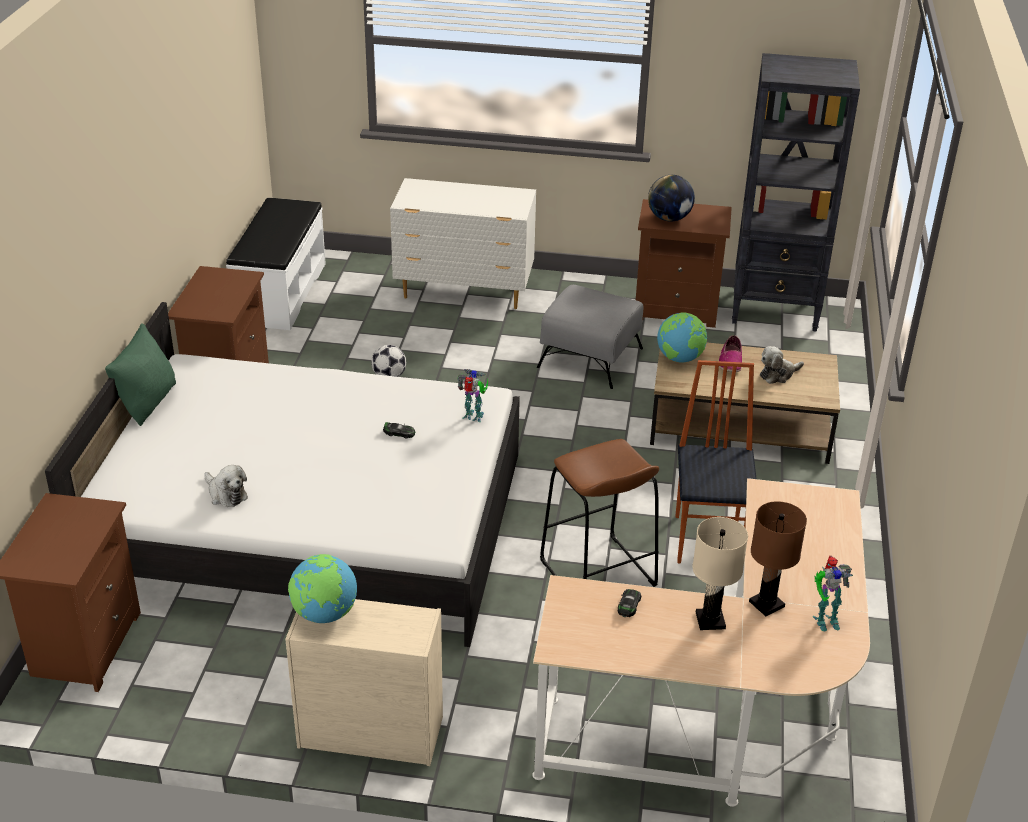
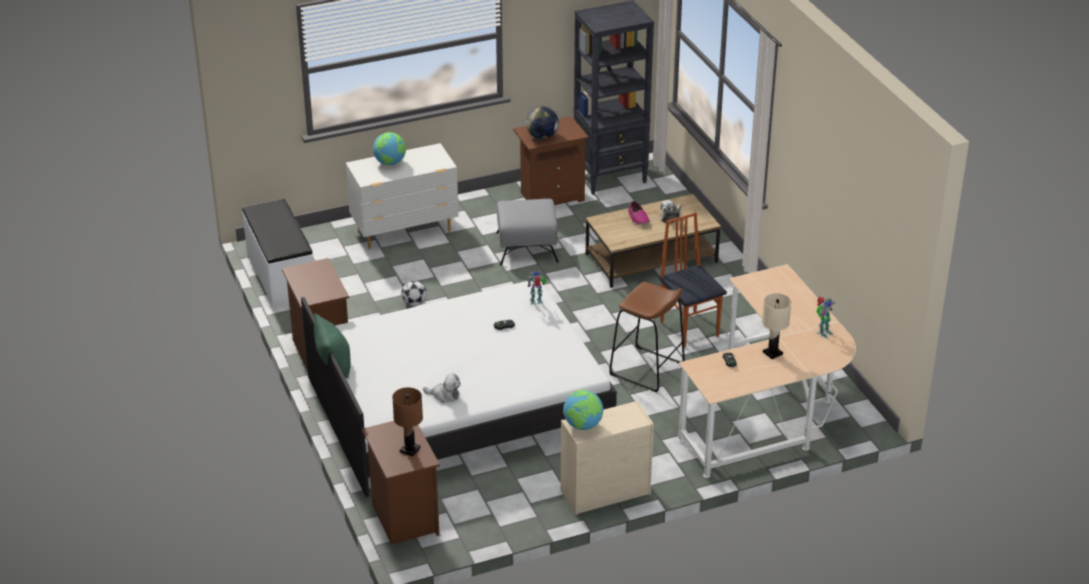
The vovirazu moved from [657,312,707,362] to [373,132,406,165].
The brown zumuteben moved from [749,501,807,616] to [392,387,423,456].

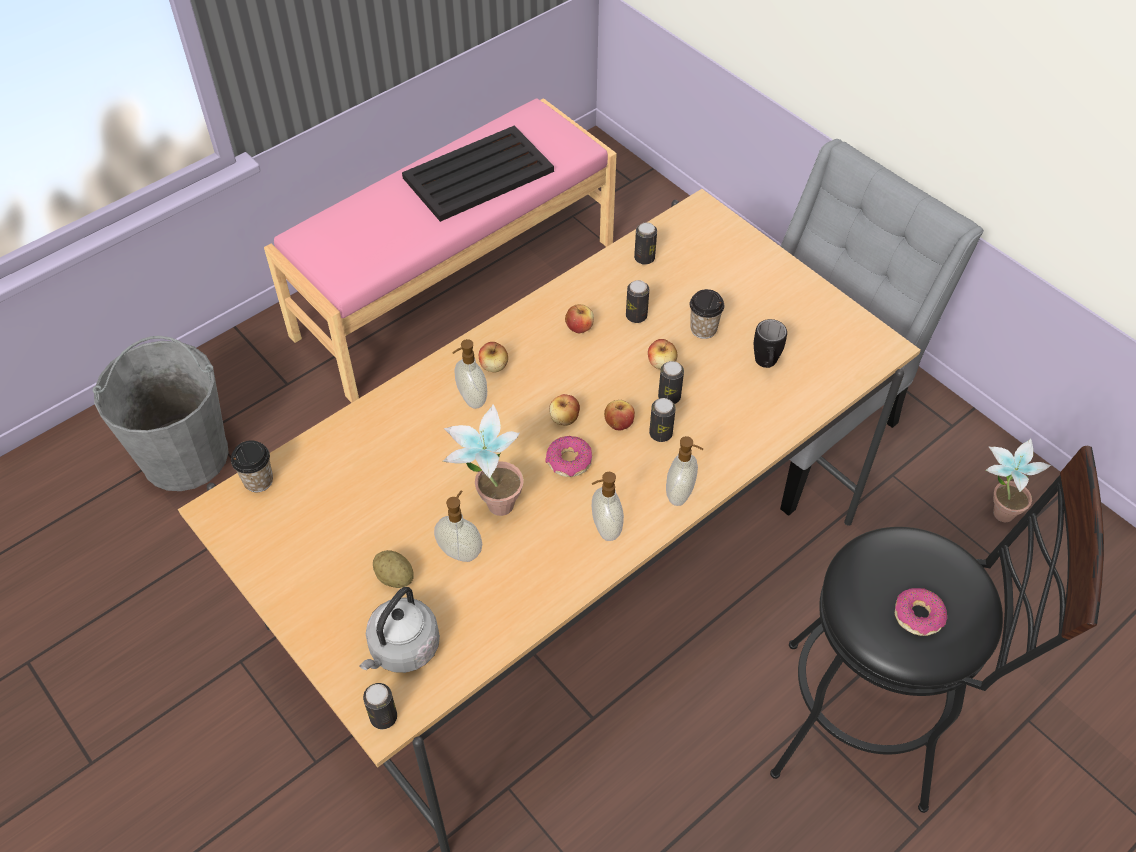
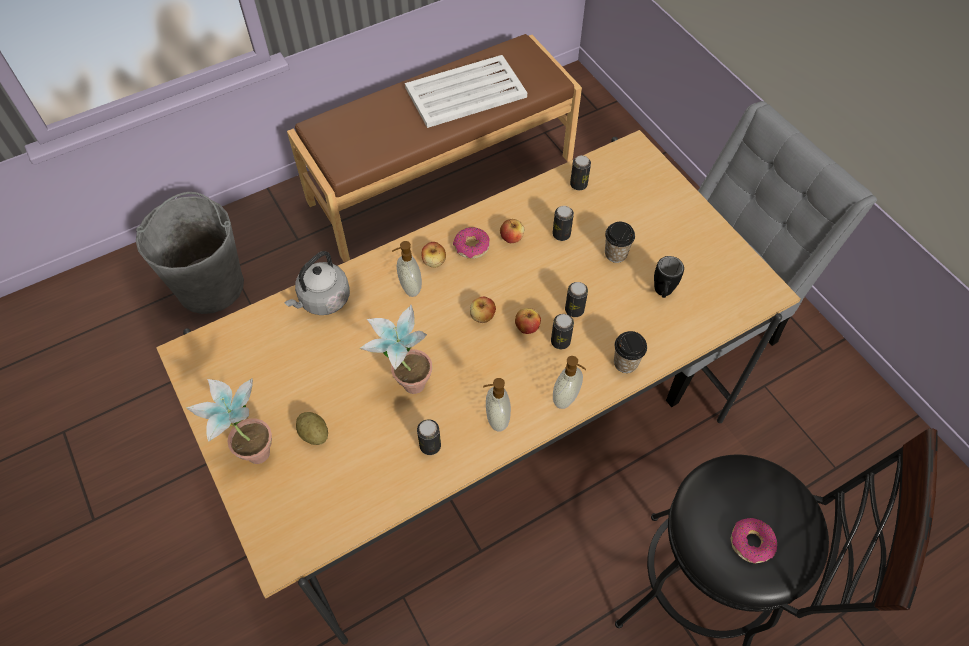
The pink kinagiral at [264,98,617,403] became the brown kinagiral at [287,34,582,262].
The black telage at [402,126,554,222] became the white telage at [405,55,527,128].
The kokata at [648,339,677,369] disappeared.
The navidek moved from [545,436,592,477] to [453,227,490,259].
The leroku moved from [985,439,1051,522] to [186,378,272,464].
The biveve moved from [231,440,273,492] to [614,331,647,373].
The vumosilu at [434,491,482,562] disappeared.
The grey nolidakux moved from [359,587,440,673] to [284,251,350,315].
The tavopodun moved from [363,683,397,729] to [417,419,441,455].

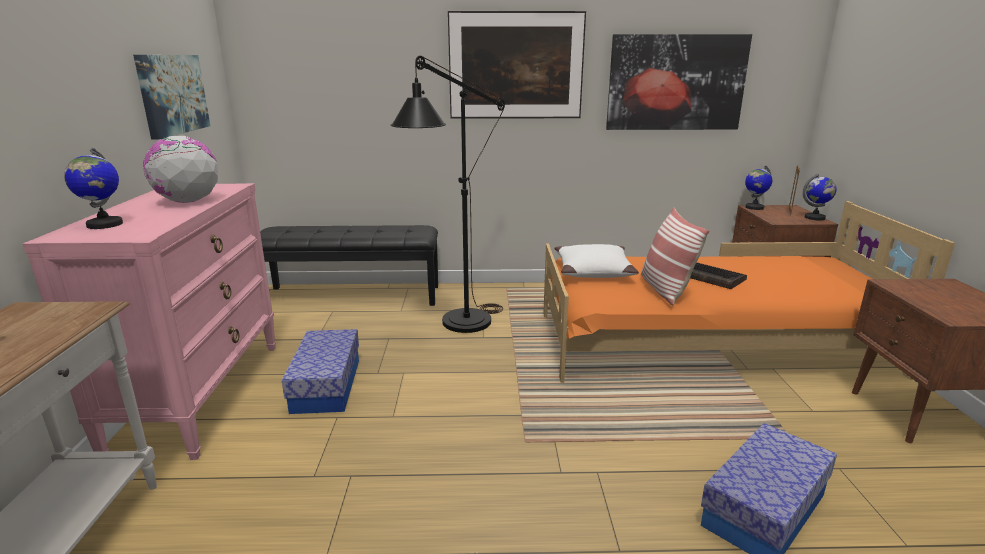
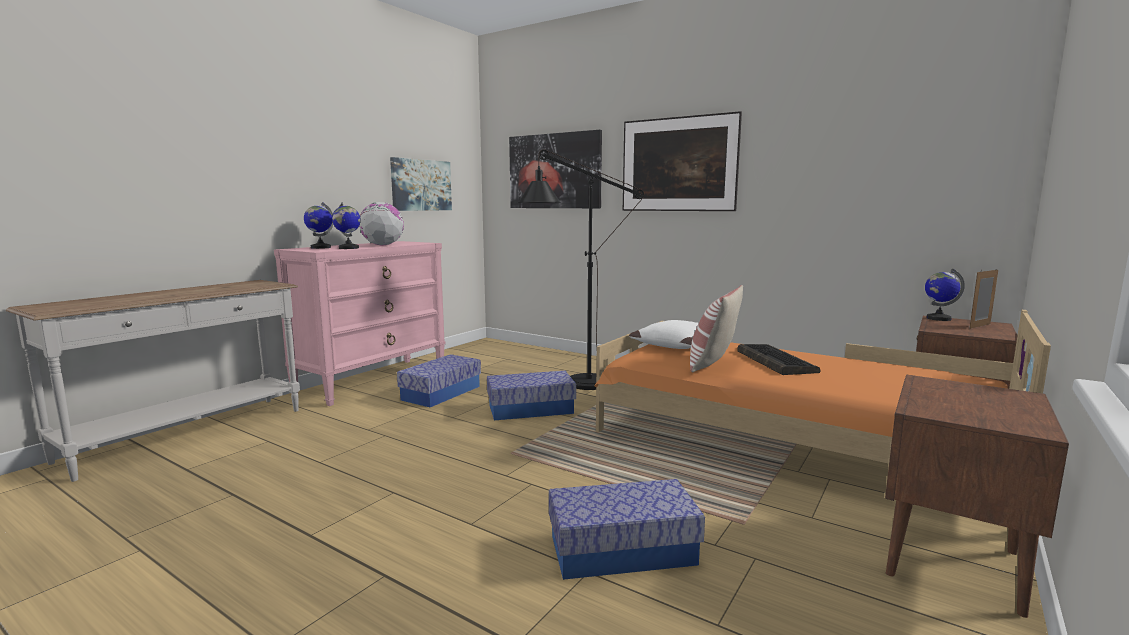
The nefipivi moved from [606,34,752,130] to [509,130,602,208].
The vovirazu moved from [803,174,837,220] to [332,202,361,249].
The black kinagiral at [260,225,438,306] disappeared.
The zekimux at [487,371,576,420] appeared.

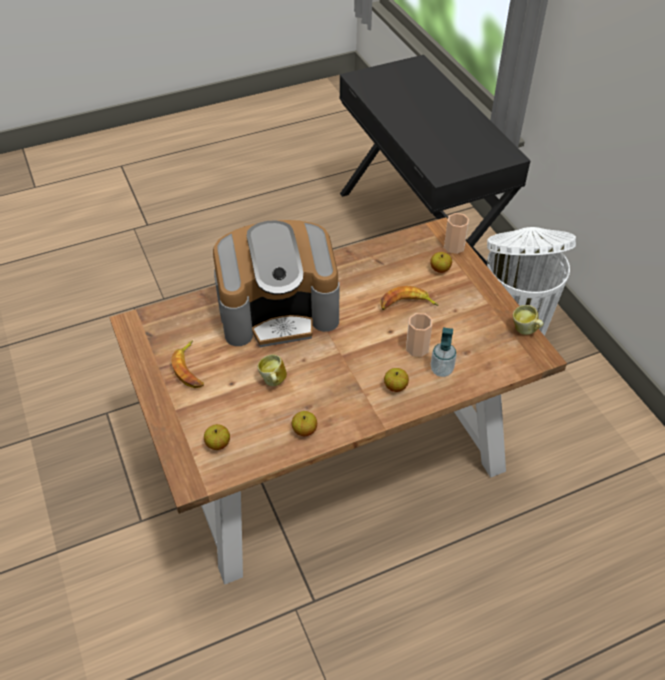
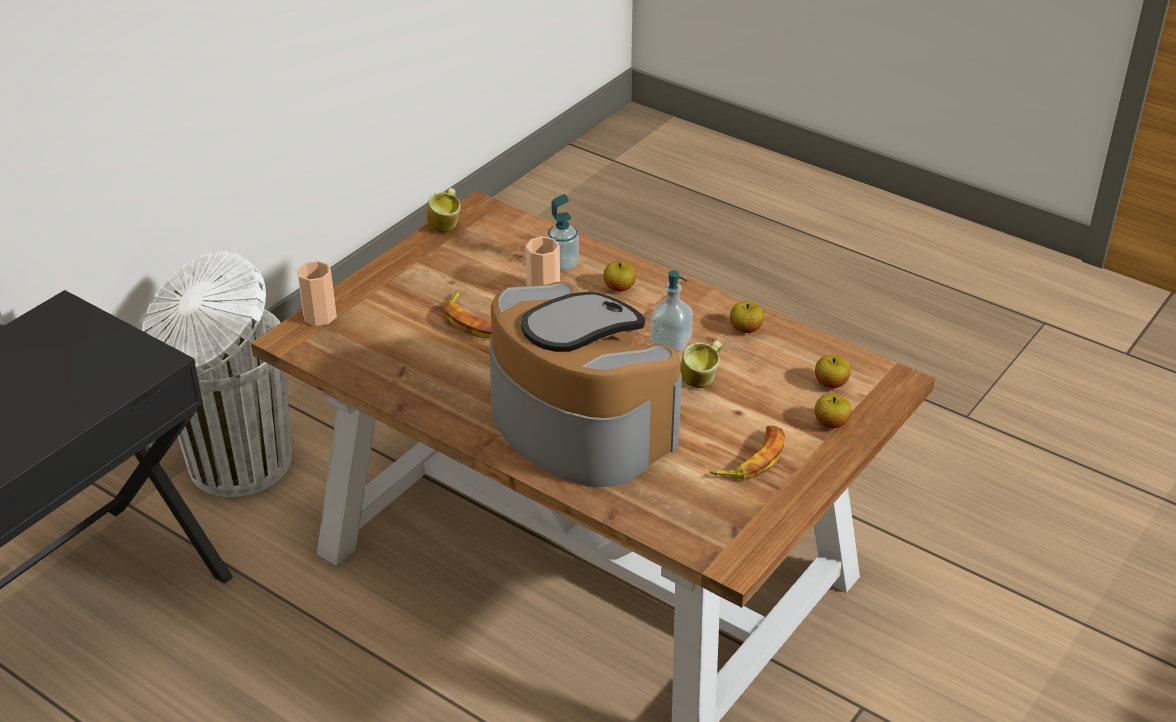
The kokata moved from [430,252,452,273] to [815,394,852,428].
The vumosilu at [651,271,693,352] appeared.

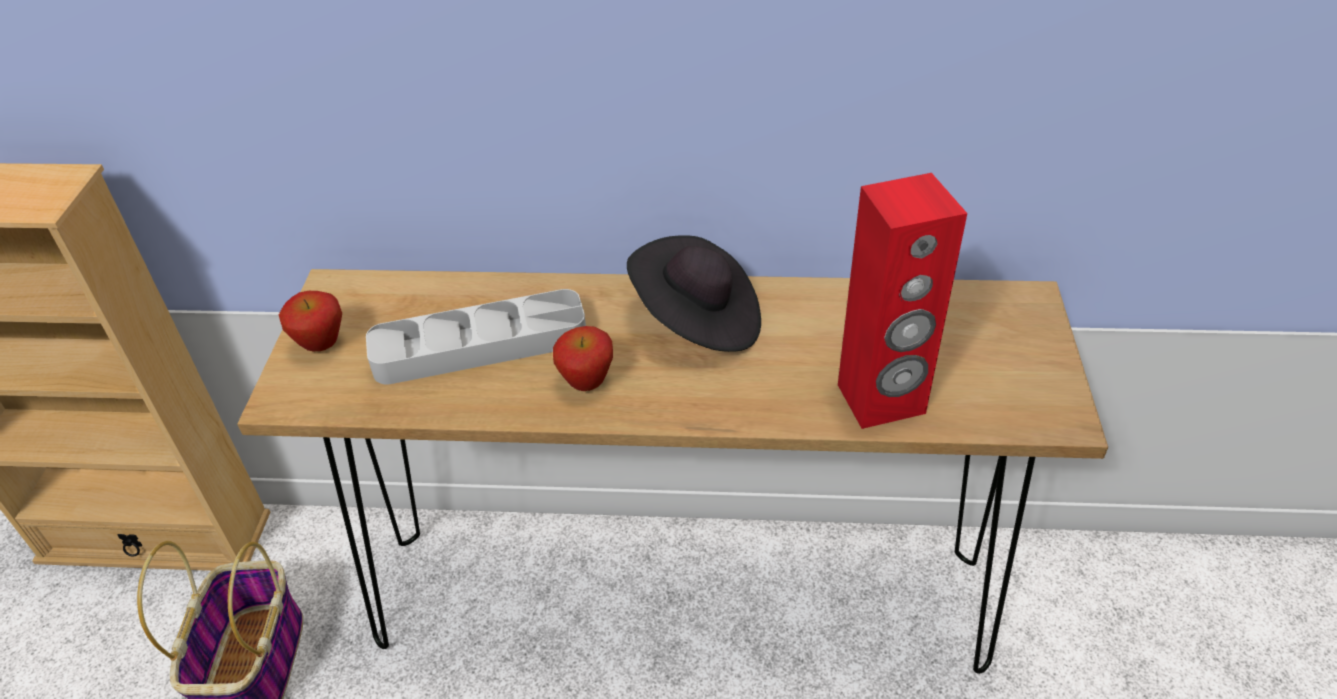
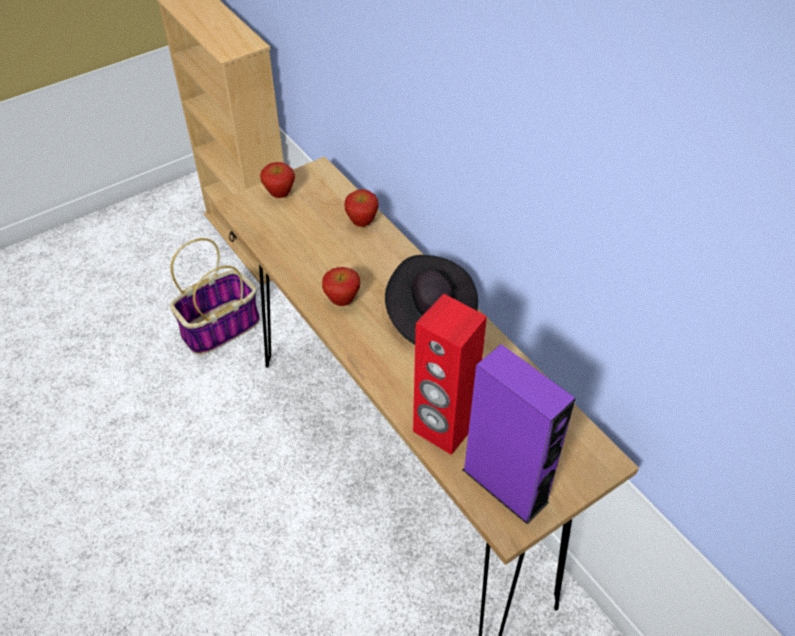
The grey telage at [366,289,586,384] disappeared.
The kokata at [345,189,379,227] appeared.
The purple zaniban at [462,344,576,524] appeared.

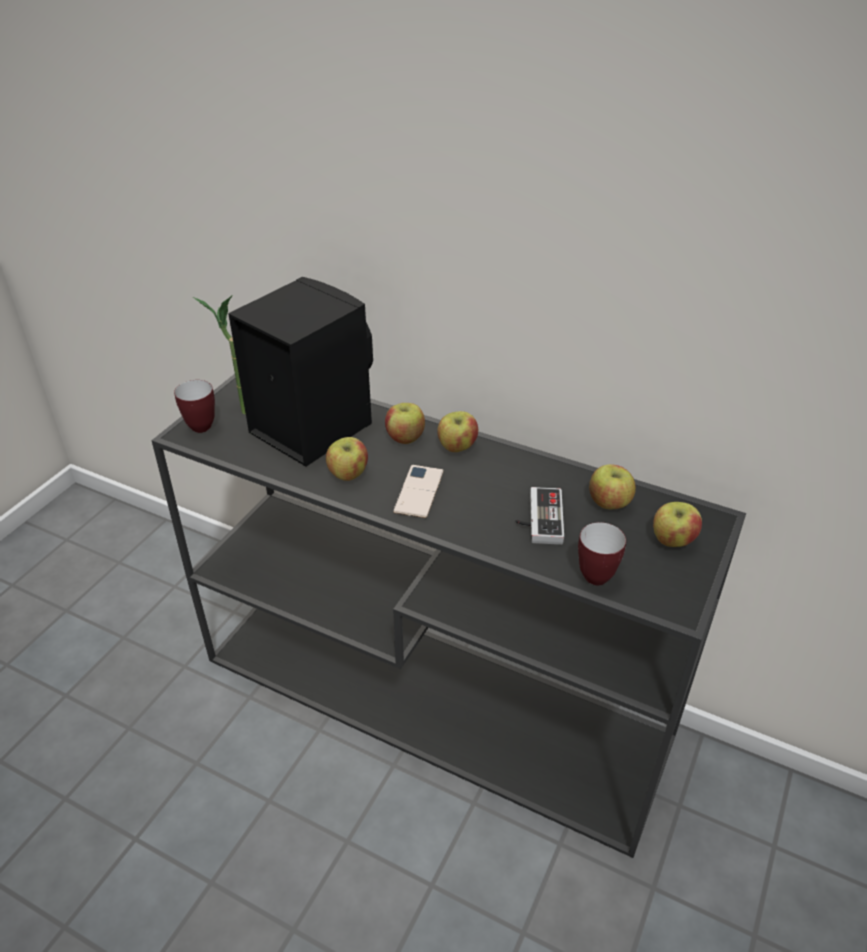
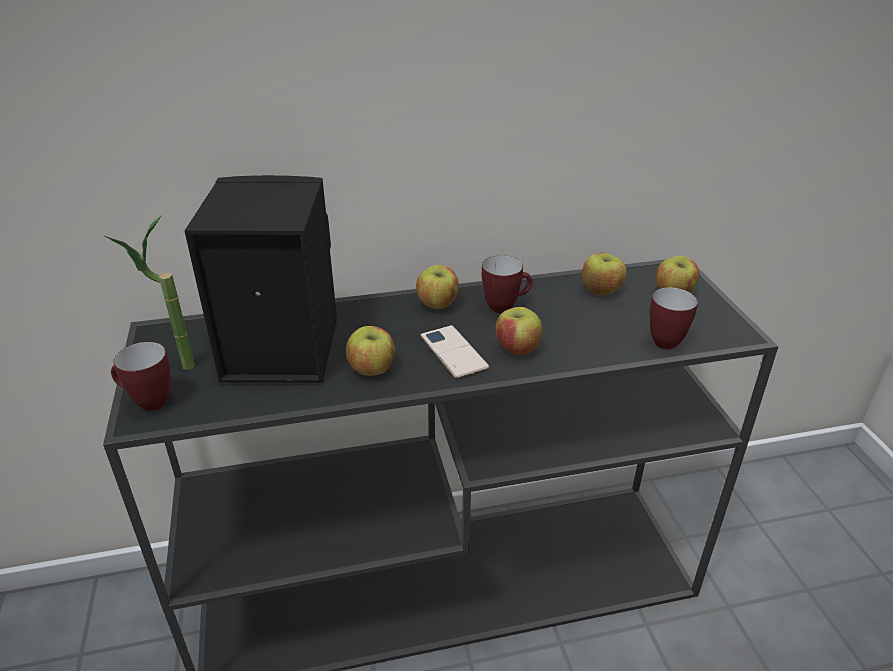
The kokata moved from [385,403,425,444] to [496,307,543,355].
The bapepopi at [515,487,564,545] disappeared.
The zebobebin at [482,255,533,313] appeared.

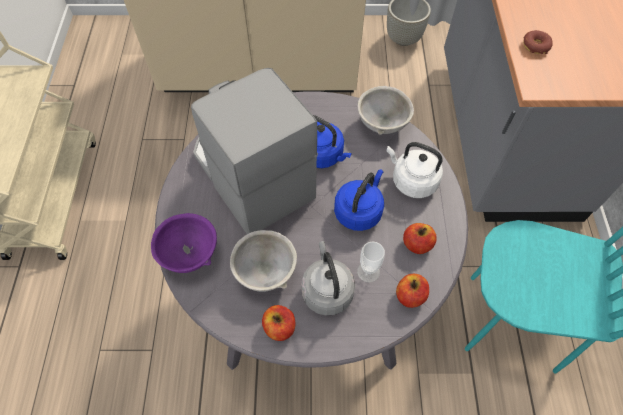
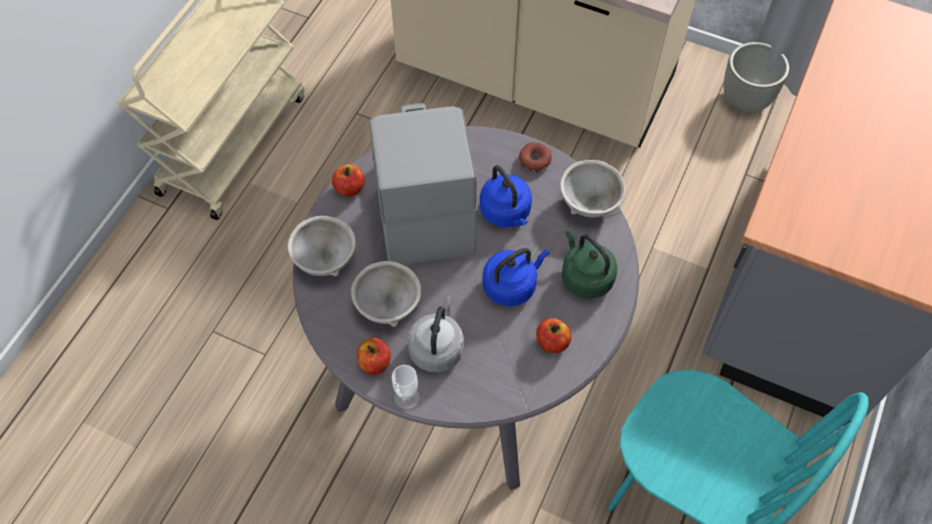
The navidek moved from [523,30,553,54] to [519,142,552,173].
The white nolidakux at [386,142,443,198] became the green nolidakux at [562,229,618,299].
The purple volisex at [151,213,217,273] became the grey volisex at [287,216,356,276].
The biveve moved from [357,242,385,283] to [392,365,420,409].
The kokata moved from [396,274,429,308] to [332,164,365,197].

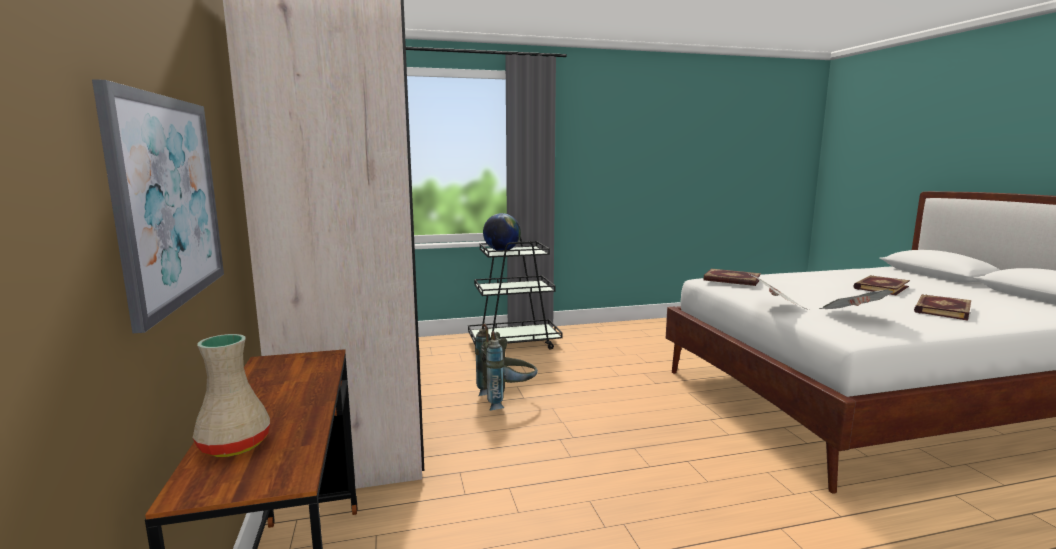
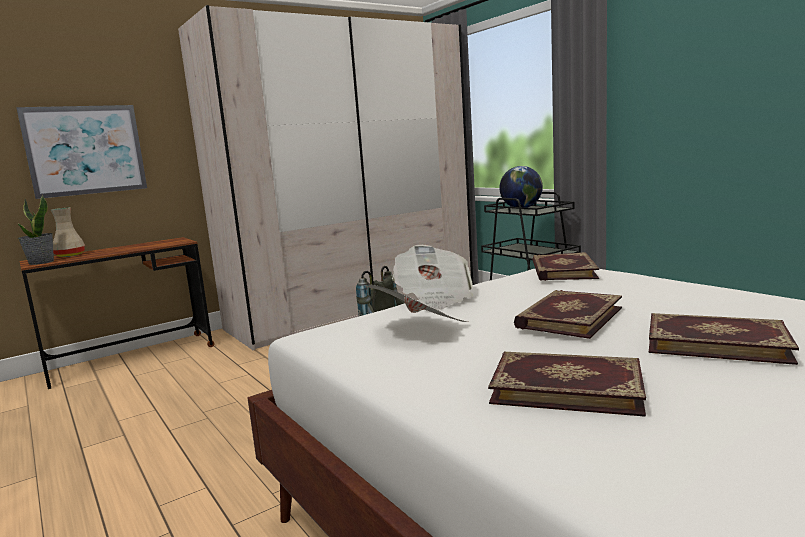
The leroku at [18,195,54,265] appeared.
The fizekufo at [514,290,622,339] appeared.

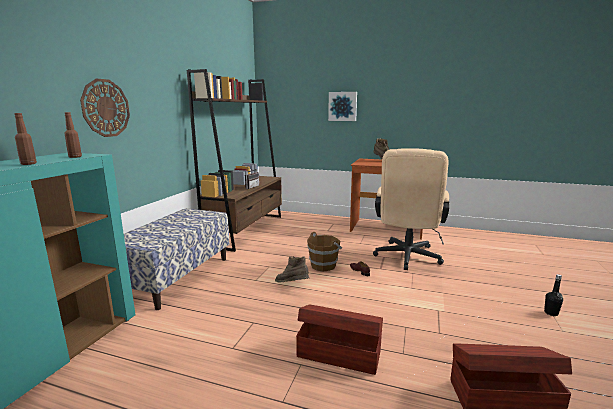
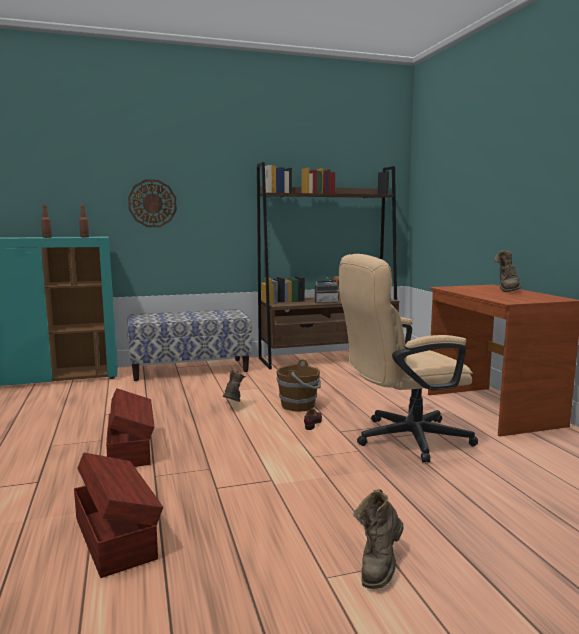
The nefipivi at [328,92,357,121] disappeared.
The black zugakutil at [544,274,563,316] was replaced by the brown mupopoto at [353,489,404,589].

